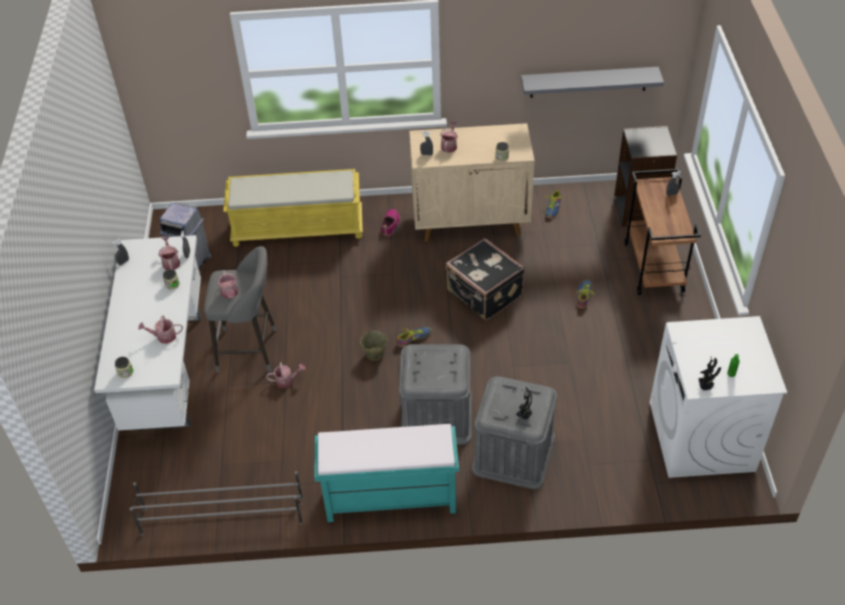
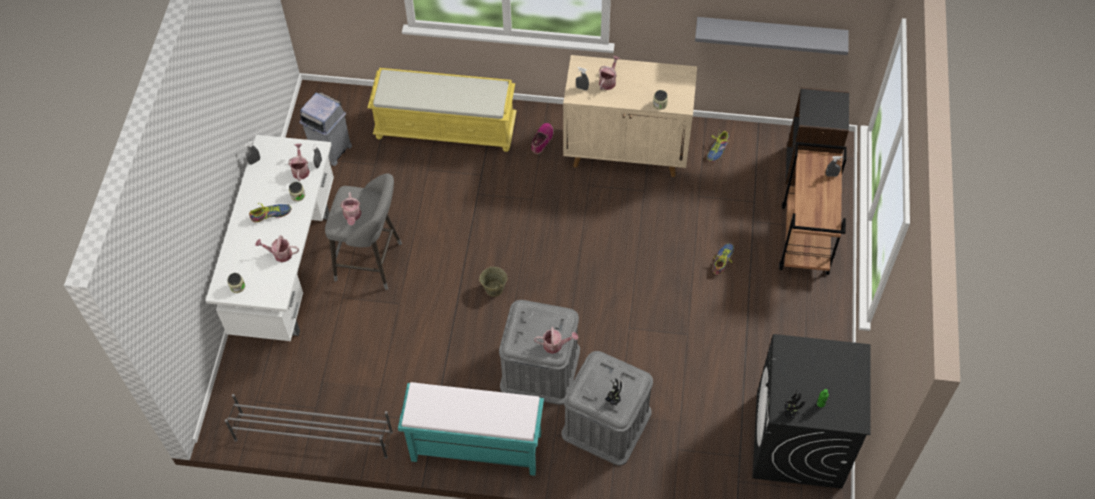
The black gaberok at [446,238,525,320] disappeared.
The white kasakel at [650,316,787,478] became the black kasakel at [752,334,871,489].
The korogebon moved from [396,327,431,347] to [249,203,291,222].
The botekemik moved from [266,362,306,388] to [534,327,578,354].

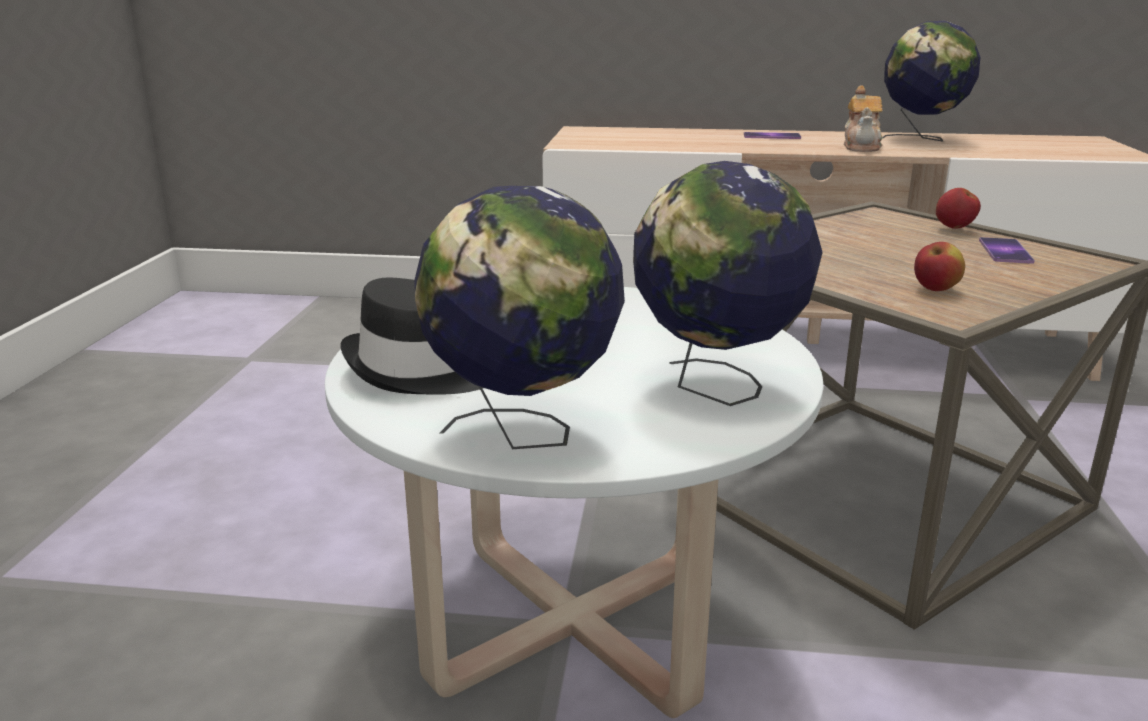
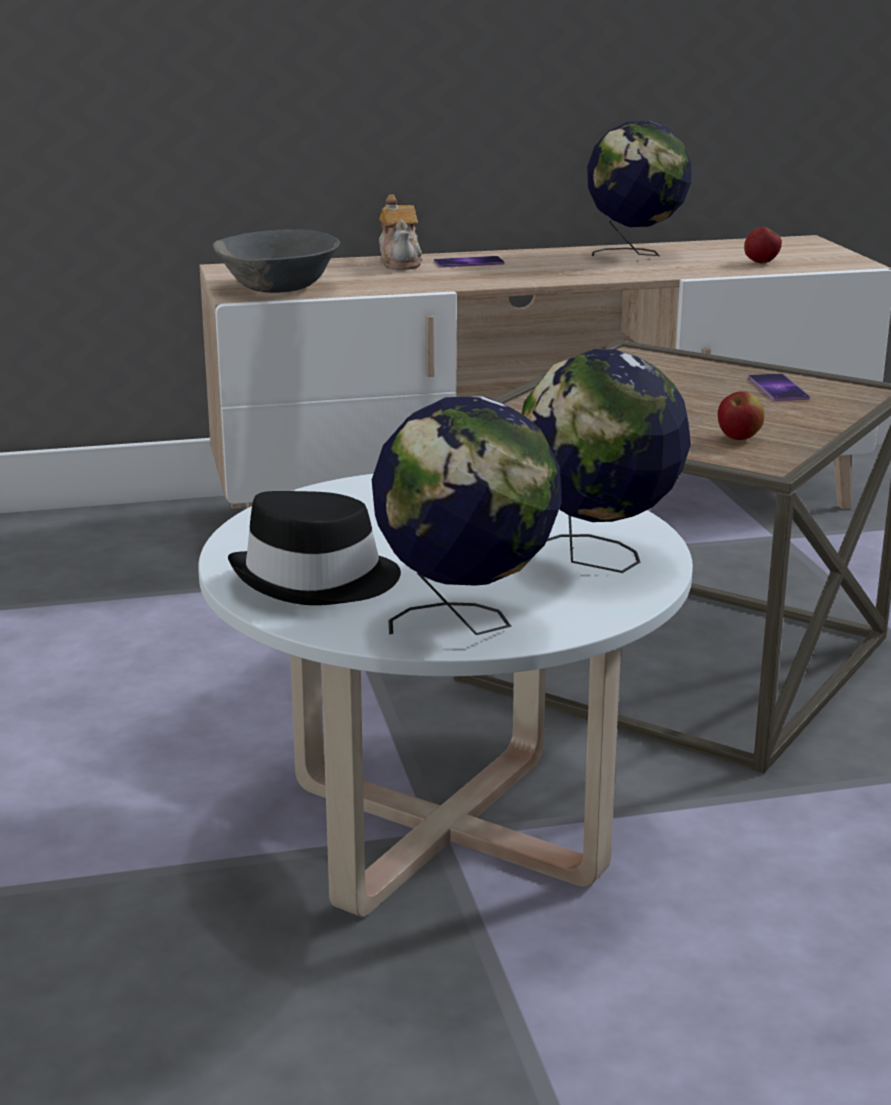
The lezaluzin moved from [844,85,883,152] to [379,194,423,270].
The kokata moved from [936,188,981,228] to [744,227,782,263].
The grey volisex at [212,230,340,293] appeared.

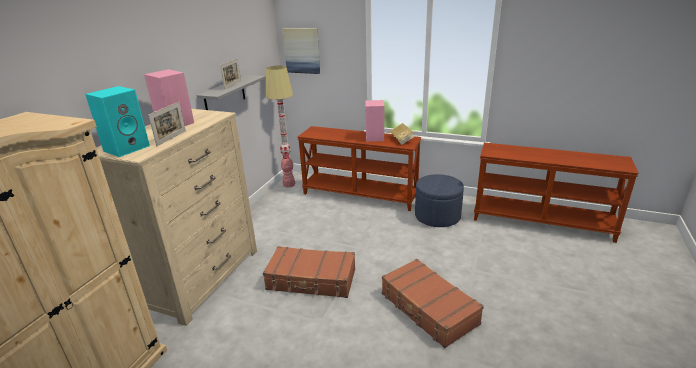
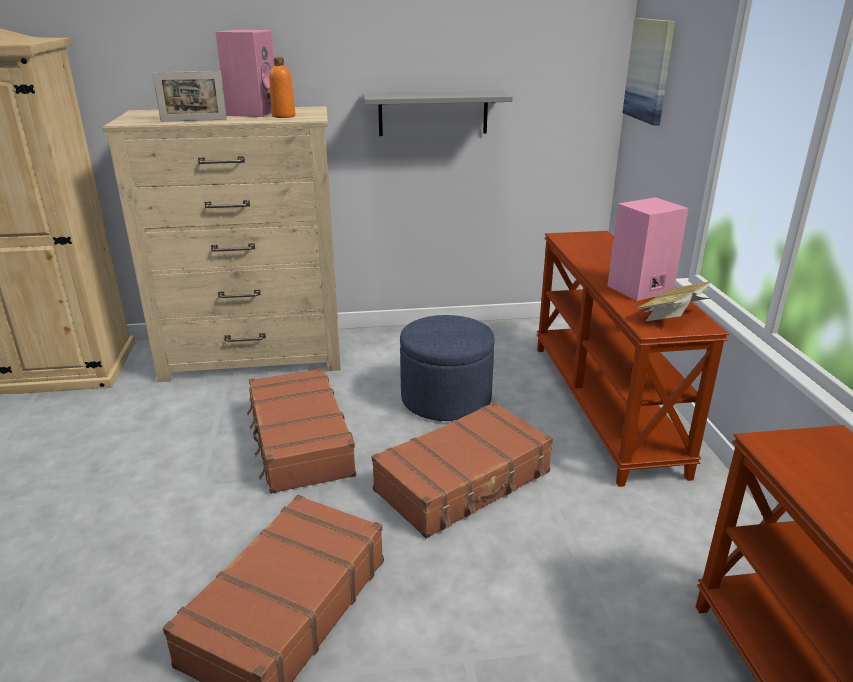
The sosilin at [220,58,241,89] disappeared.
The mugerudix at [266,66,295,187] disappeared.
The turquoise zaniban at [85,86,150,157] disappeared.
The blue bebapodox moved from [415,174,464,227] to [400,315,494,421].
The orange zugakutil at [269,57,295,118] appeared.
The brown gaberok at [372,402,553,538] appeared.

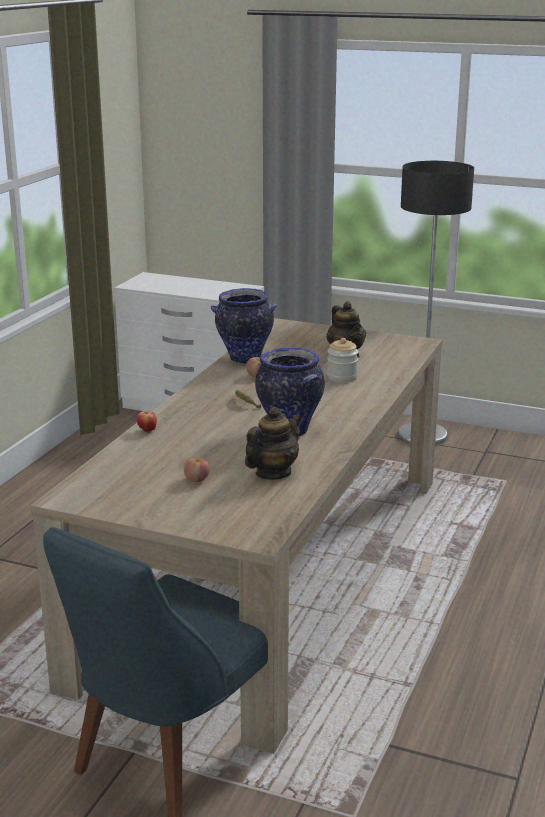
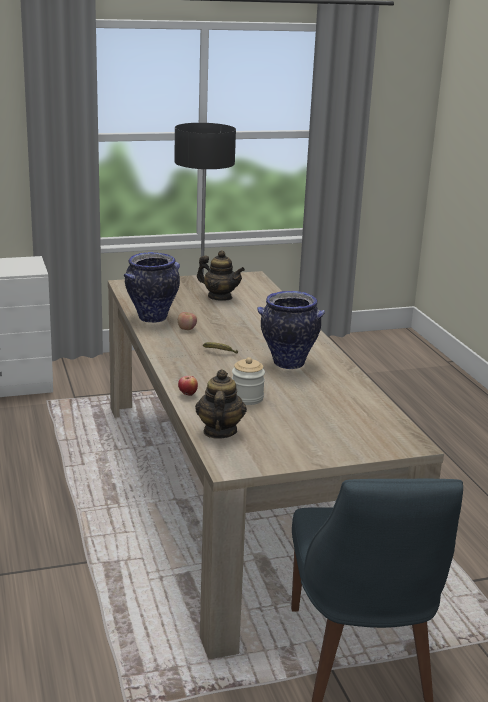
The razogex moved from [327,338,358,382] to [232,357,265,405].
The lezaluzin moved from [245,407,301,480] to [195,369,247,439].
The kokata at [184,457,210,482] disappeared.

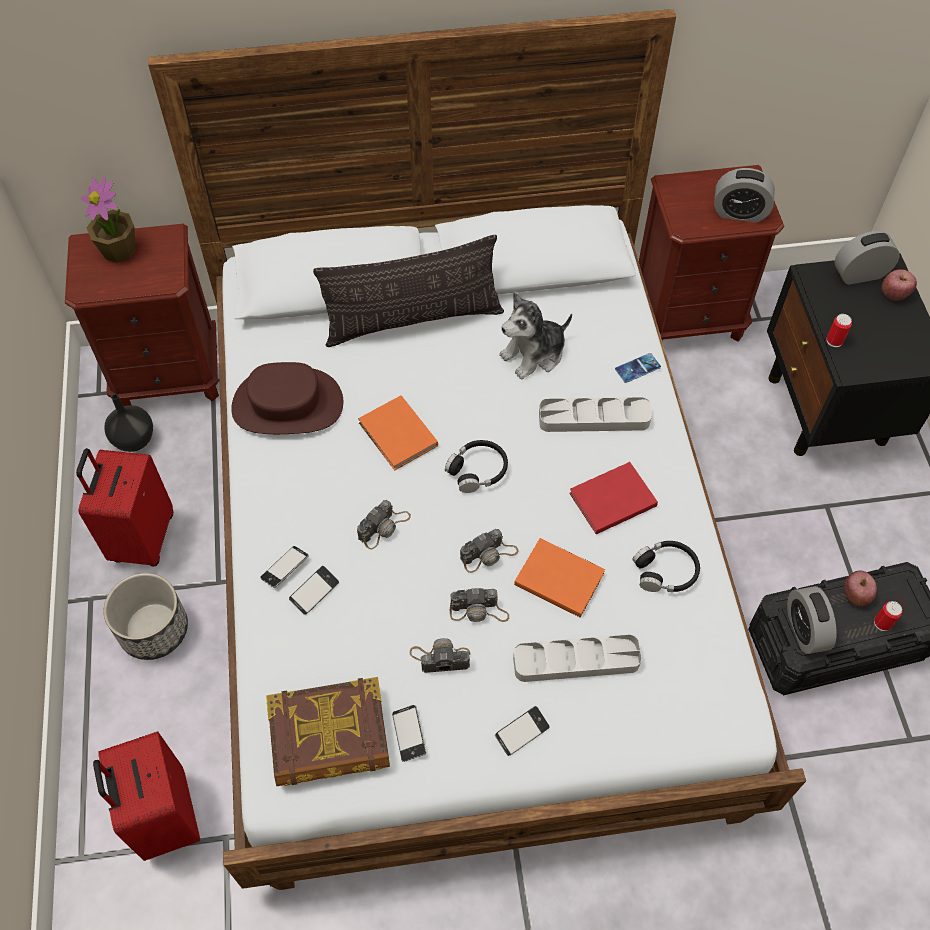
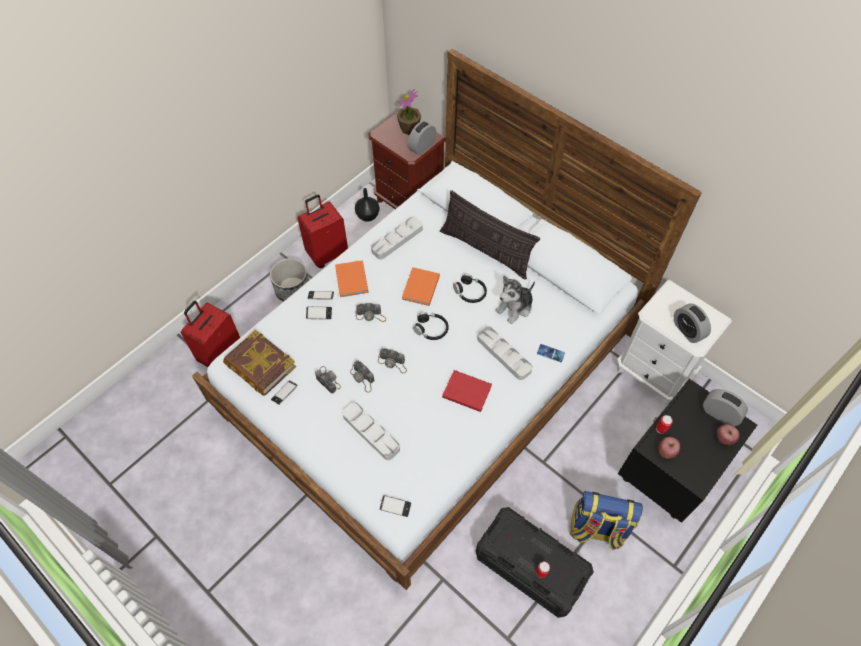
The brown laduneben at [639,165,784,342] became the white laduneben at [617,280,732,405].
The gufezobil at [499,292,572,380] turned 60 degrees counterclockwise.
The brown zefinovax at [231,362,343,434] was replaced by the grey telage at [371,216,423,260].
The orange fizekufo moved from [514,538,605,617] to [335,260,369,297].
The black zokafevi moved from [632,541,700,592] to [453,274,487,303].
The kokata moved from [844,570,877,606] to [658,437,680,459].
The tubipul moved from [787,586,836,654] to [408,121,436,155].
The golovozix moved from [495,706,550,756] to [380,495,411,517].
The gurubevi at [569,491,643,550] appeared.

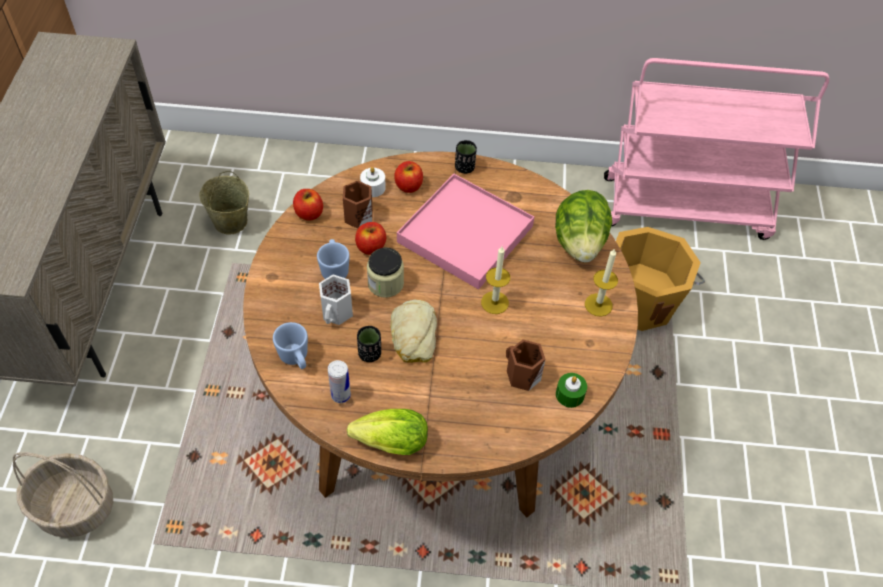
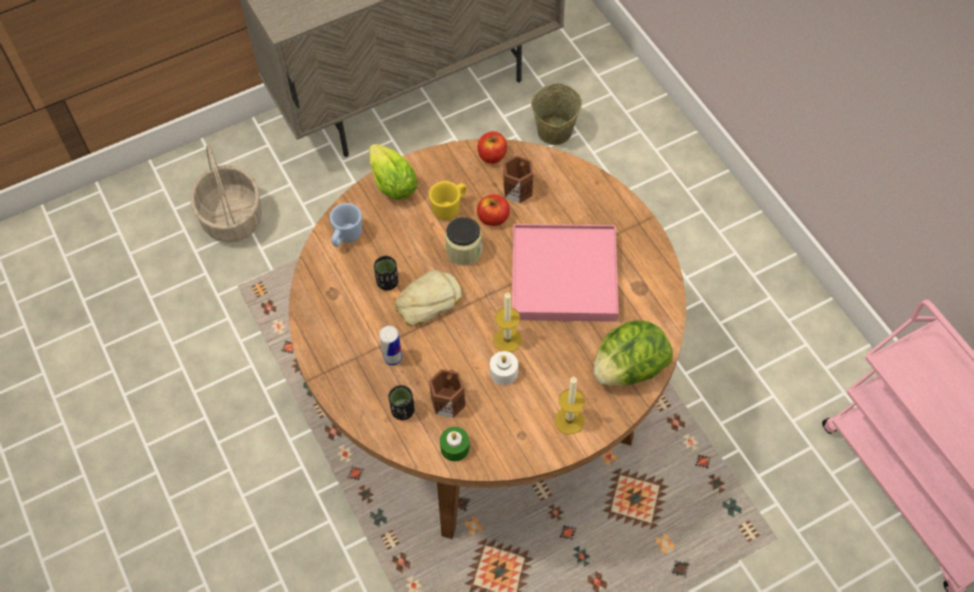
The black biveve moved from [455,140,477,174] to [388,385,414,420].
The kokata at [394,161,423,193] disappeared.
The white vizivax moved from [360,167,386,197] to [490,351,518,385].
The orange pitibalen at [616,227,705,331] disappeared.
The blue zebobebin at [317,239,350,279] became the yellow zebobebin at [429,181,467,220].
The white zebobebin at [319,274,353,325] disappeared.
The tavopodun moved from [328,360,351,403] to [379,326,402,366].
The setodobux moved from [347,409,428,455] to [369,144,418,200].

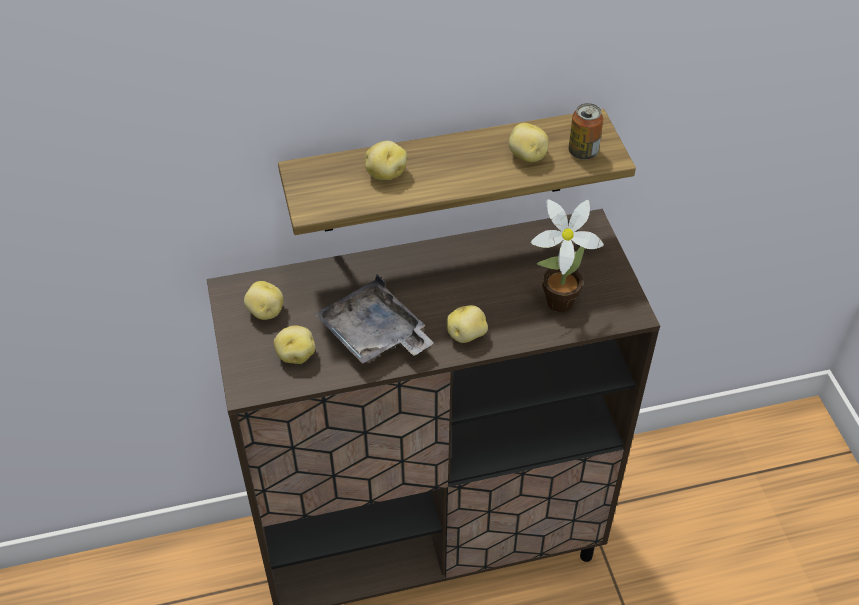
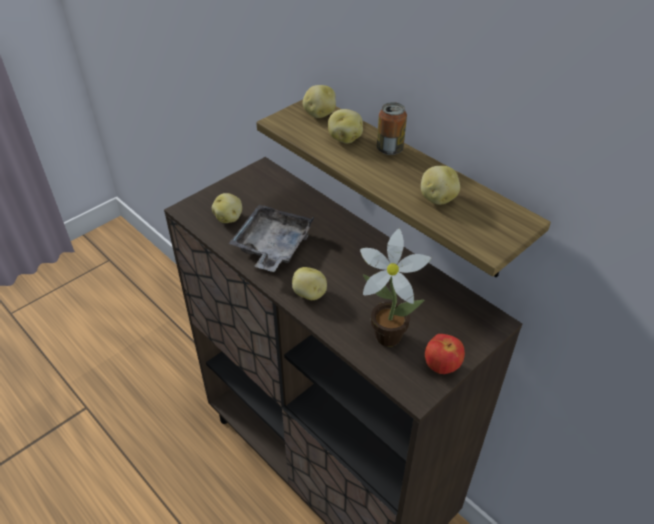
The tavopodun moved from [569,103,603,160] to [377,102,407,155].
The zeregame moved from [244,281,284,320] to [303,85,336,118].
The kokata at [425,334,465,374] appeared.

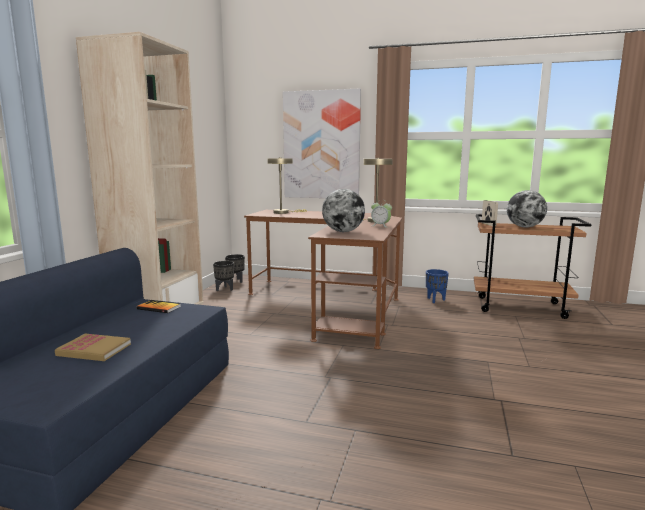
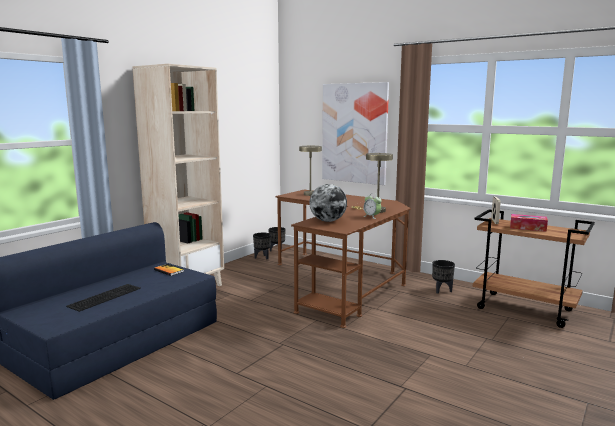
The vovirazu at [507,190,547,227] was replaced by the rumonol at [510,214,548,232].
The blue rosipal at [426,269,449,303] became the black rosipal at [432,260,455,294].
The fizekufo at [55,333,131,361] was replaced by the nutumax at [66,284,141,312].

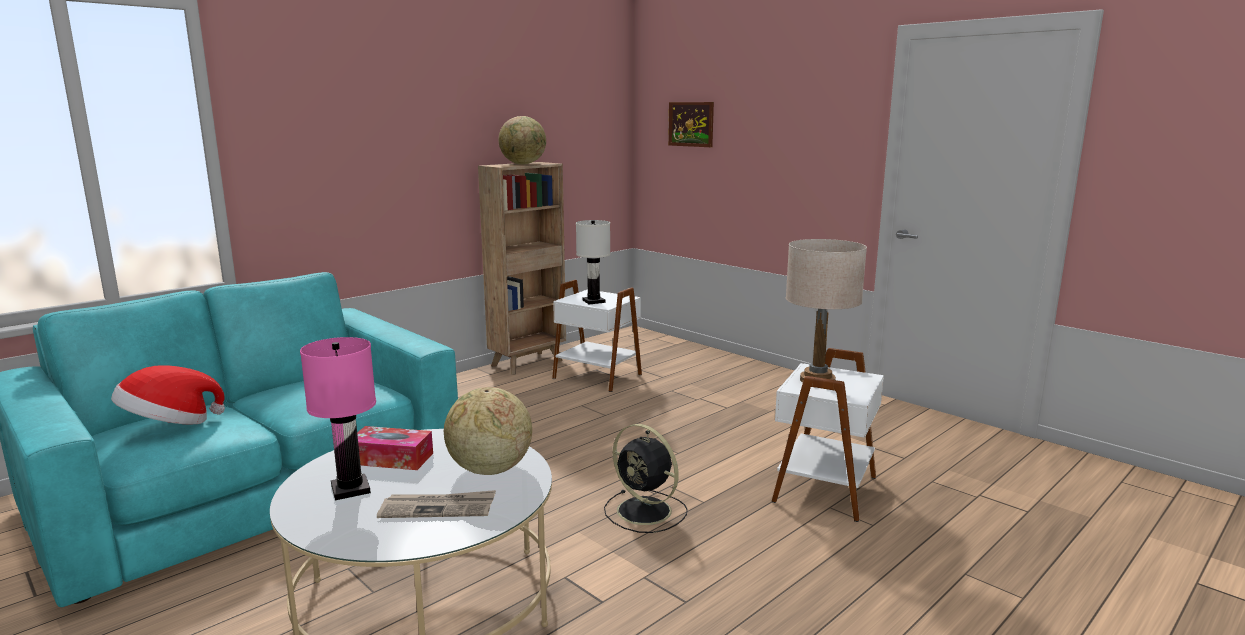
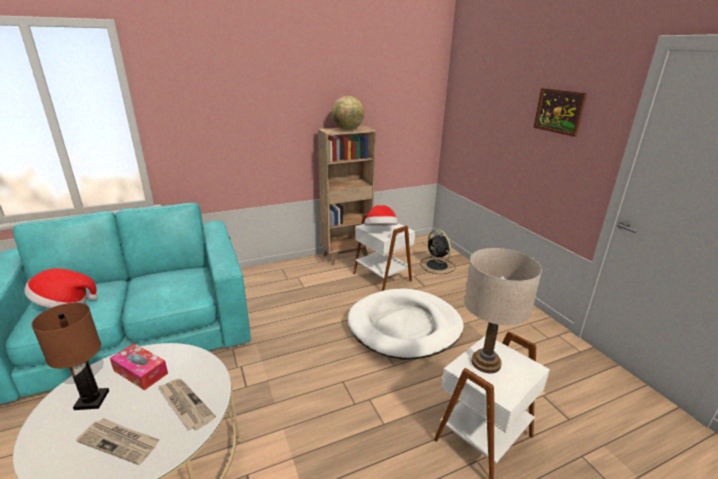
The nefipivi moved from [668,102,714,147] to [533,88,587,137].
The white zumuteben at [576,220,610,304] was replaced by the zefinovax at [364,205,398,226].
The pink zumuteben at [300,337,376,500] became the brown zumuteben at [31,303,109,410].
The vovirazu at [444,387,532,475] was replaced by the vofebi at [158,379,216,430].
The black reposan moved from [604,424,687,533] to [420,229,456,274].
The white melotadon at [348,288,464,360] appeared.

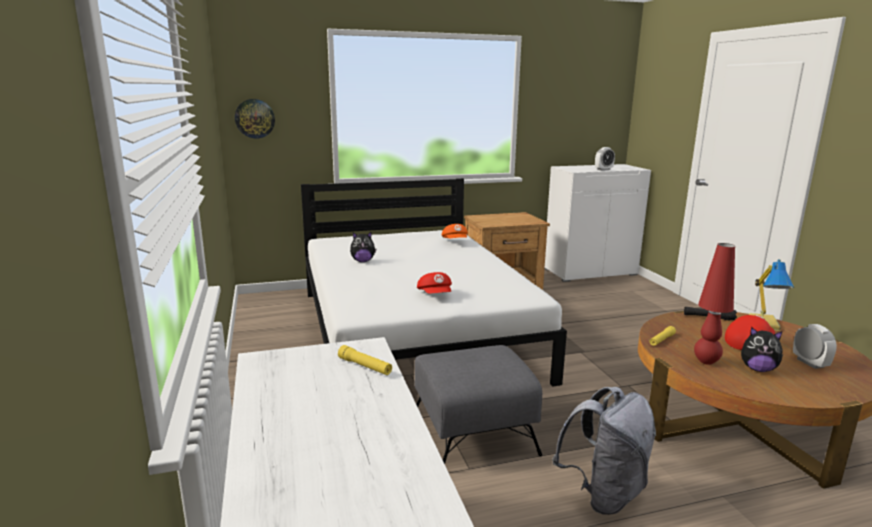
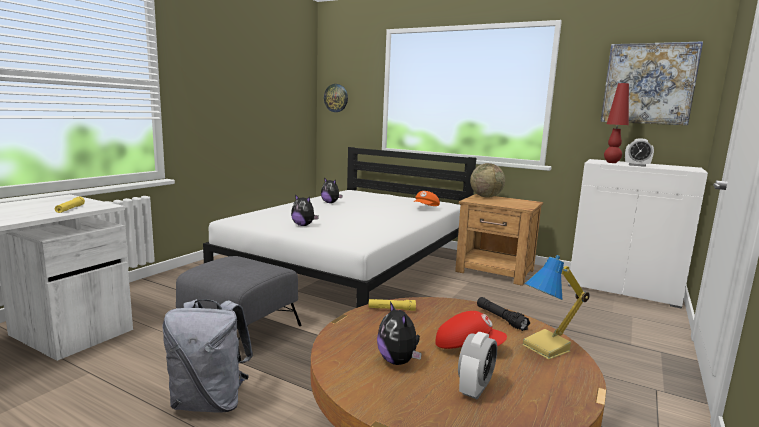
The red zumuteben moved from [694,243,735,365] to [604,83,629,163].
The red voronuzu at [417,272,452,294] was replaced by the gufezobil at [291,194,319,226].
The nefipivi at [601,41,703,125] appeared.
The vovirazu at [470,163,505,198] appeared.

